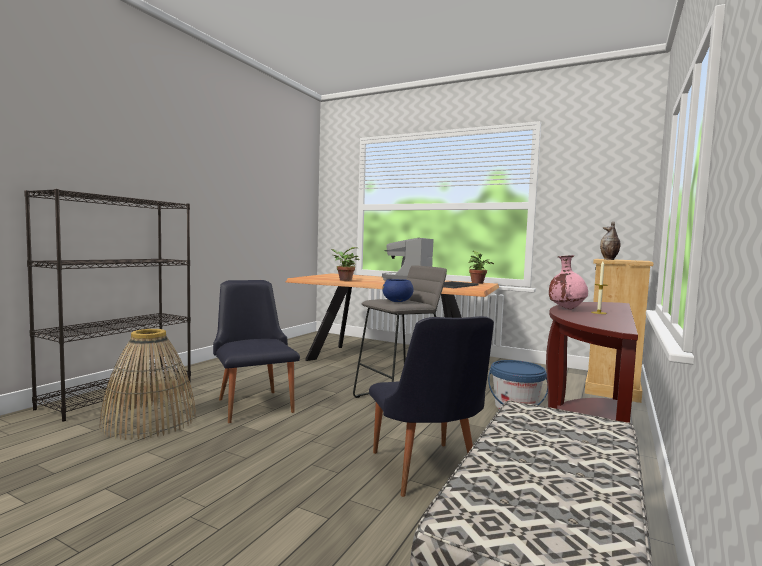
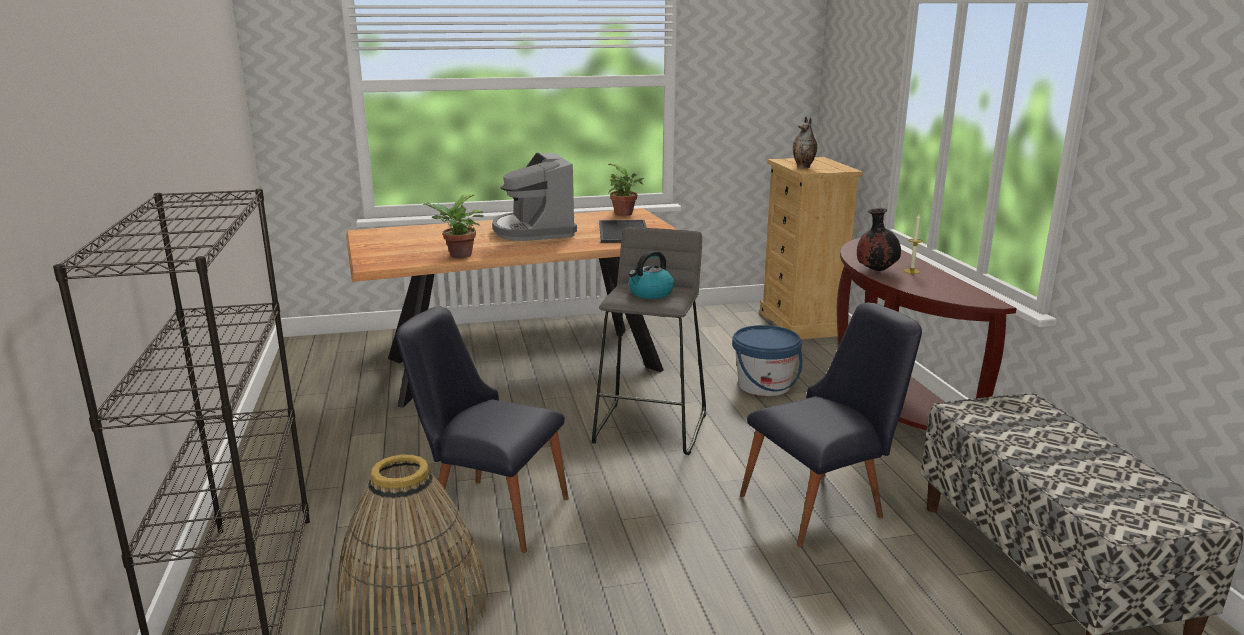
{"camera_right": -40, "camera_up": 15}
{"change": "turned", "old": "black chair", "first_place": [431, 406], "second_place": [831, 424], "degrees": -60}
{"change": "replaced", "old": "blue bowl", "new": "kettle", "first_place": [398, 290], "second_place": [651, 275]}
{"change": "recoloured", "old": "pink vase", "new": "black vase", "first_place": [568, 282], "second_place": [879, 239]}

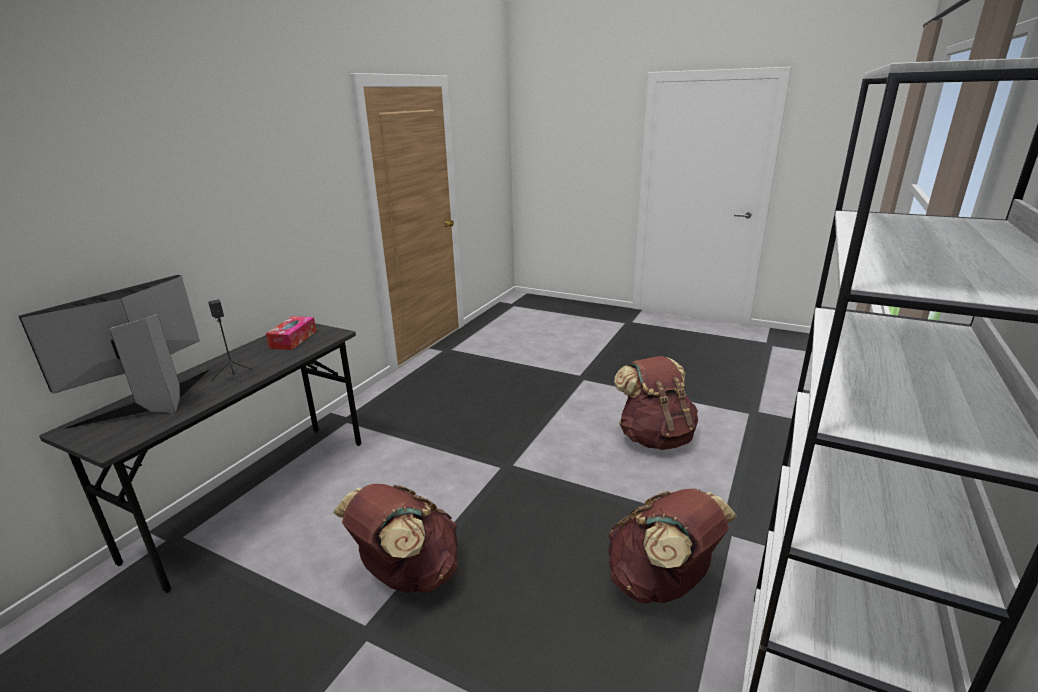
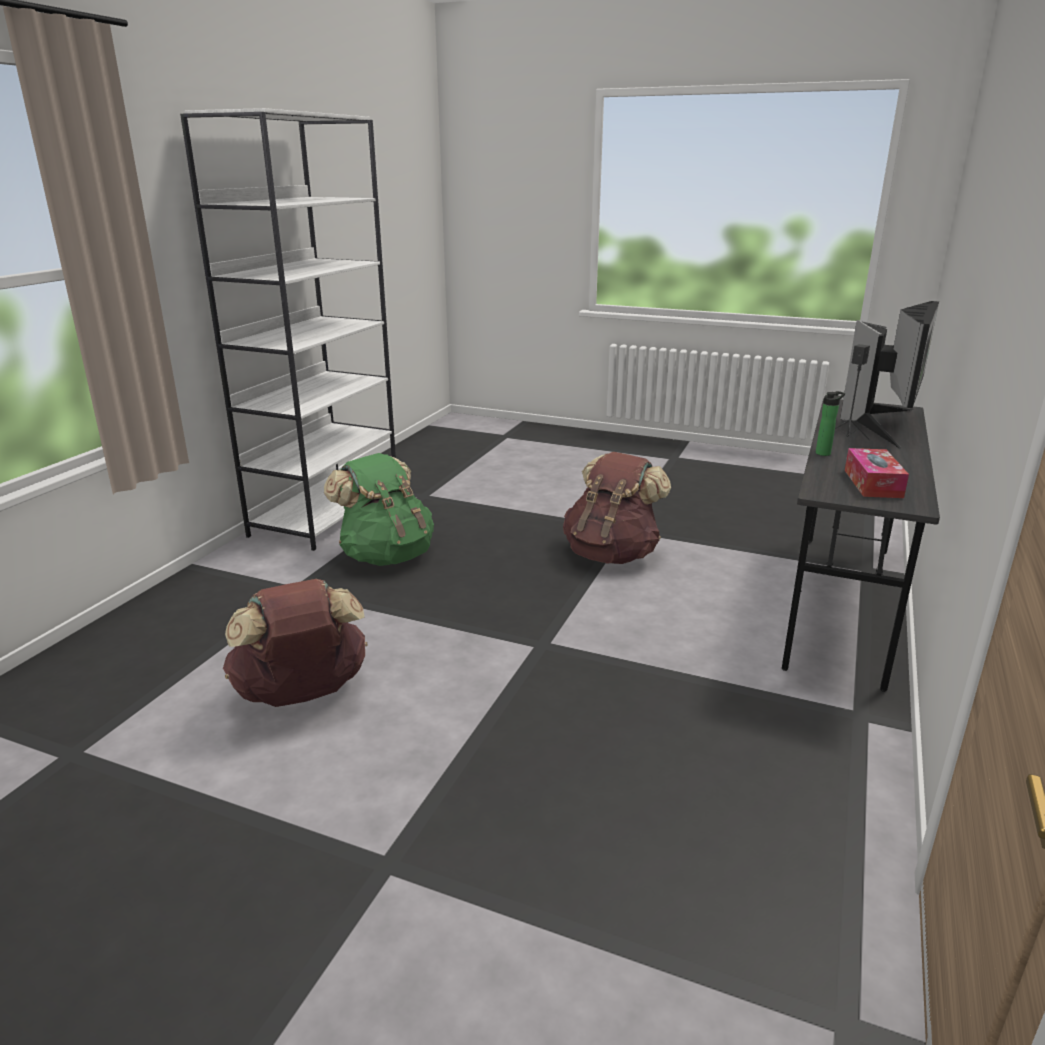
{"camera_right": 175, "camera_up": 0}
{"change": "recoloured", "old": "brown backpack", "new": "green backpack", "first_place": [672, 546], "second_place": [379, 509]}
{"change": "added", "new": "bottle", "second_place": [830, 423]}

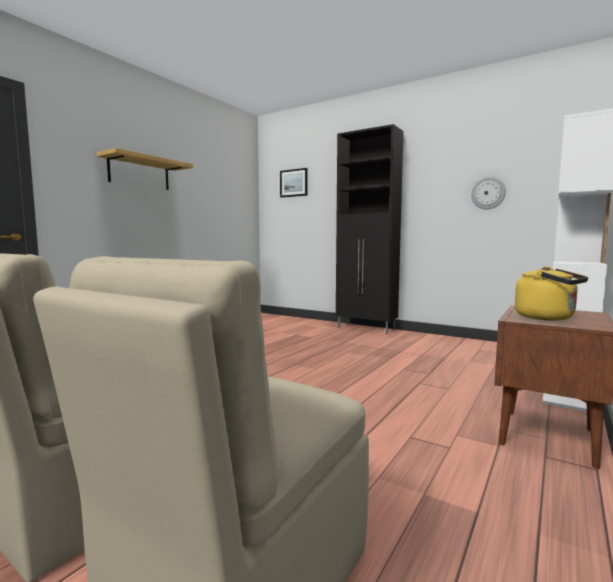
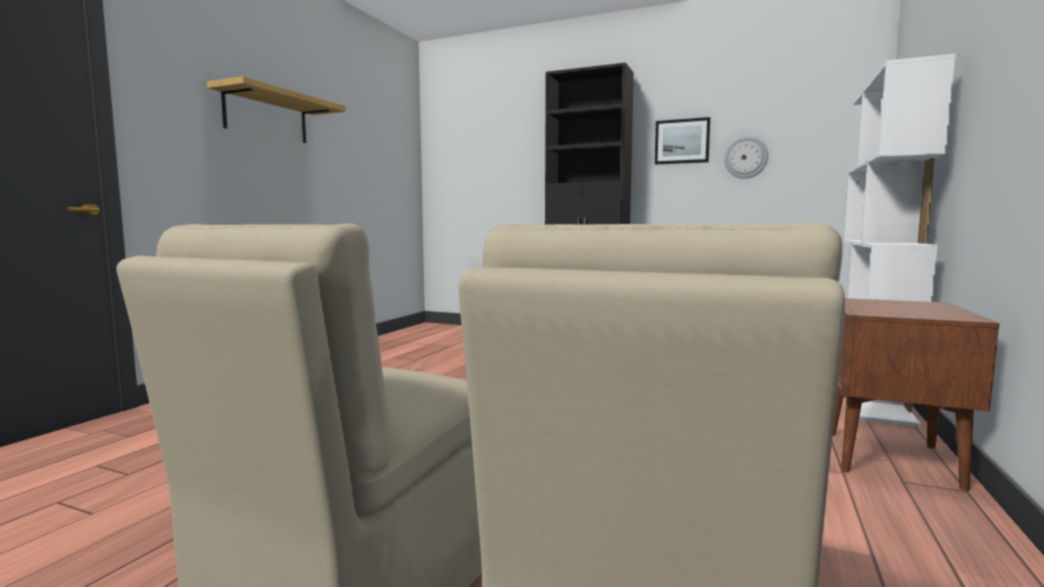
{"camera_right": -10, "camera_up": 0}
{"change": "moved", "old": "picture", "first_place": [294, 183], "second_place": [682, 140]}
{"change": "removed", "old": "yellow kettle", "first_place": [551, 293]}

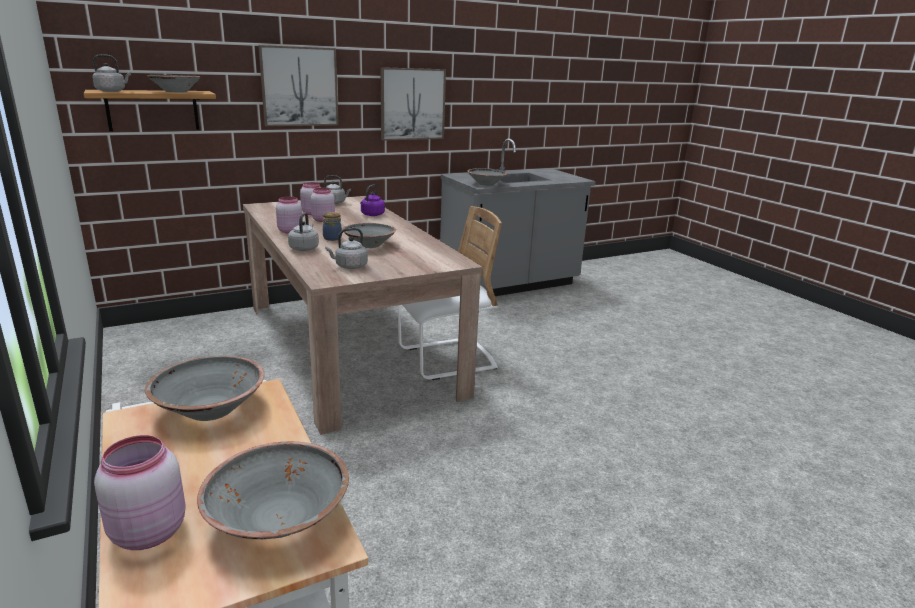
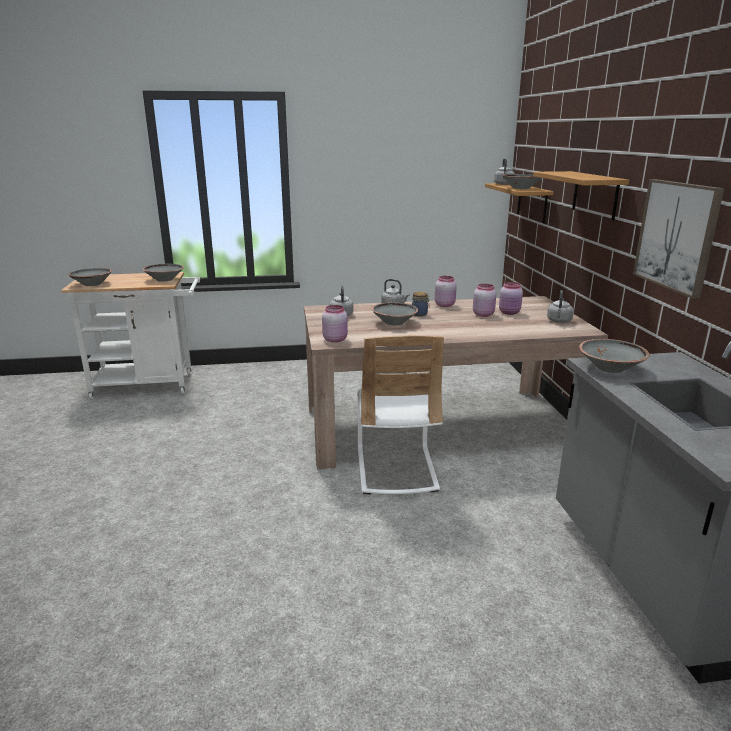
{"camera_right": 110, "camera_up": 0}
{"change": "moved", "old": "pink jar", "first_place": [140, 492], "second_place": [335, 324]}
{"change": "replaced", "old": "picture", "new": "shelf", "first_place": [298, 85], "second_place": [581, 196]}
{"change": "removed", "old": "purple kettle", "first_place": [372, 200]}

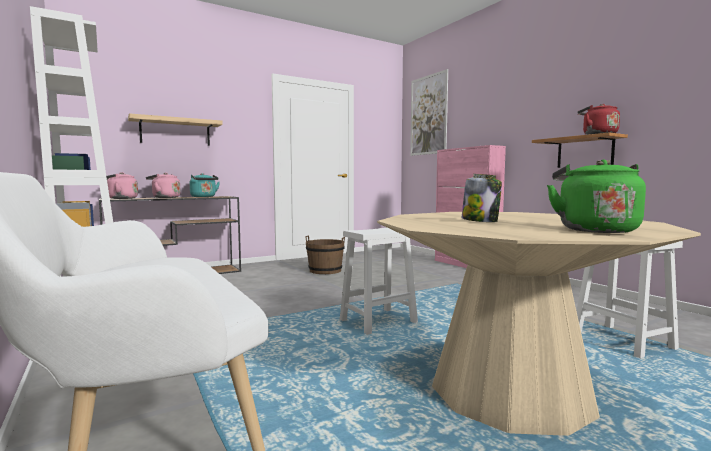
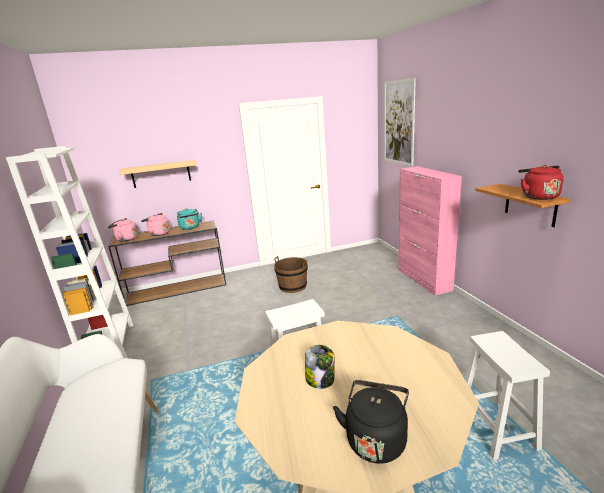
{"camera_right": 15, "camera_up": 15}
{"change": "recoloured", "old": "green kettle", "new": "black kettle", "first_place": [596, 196], "second_place": [371, 422]}

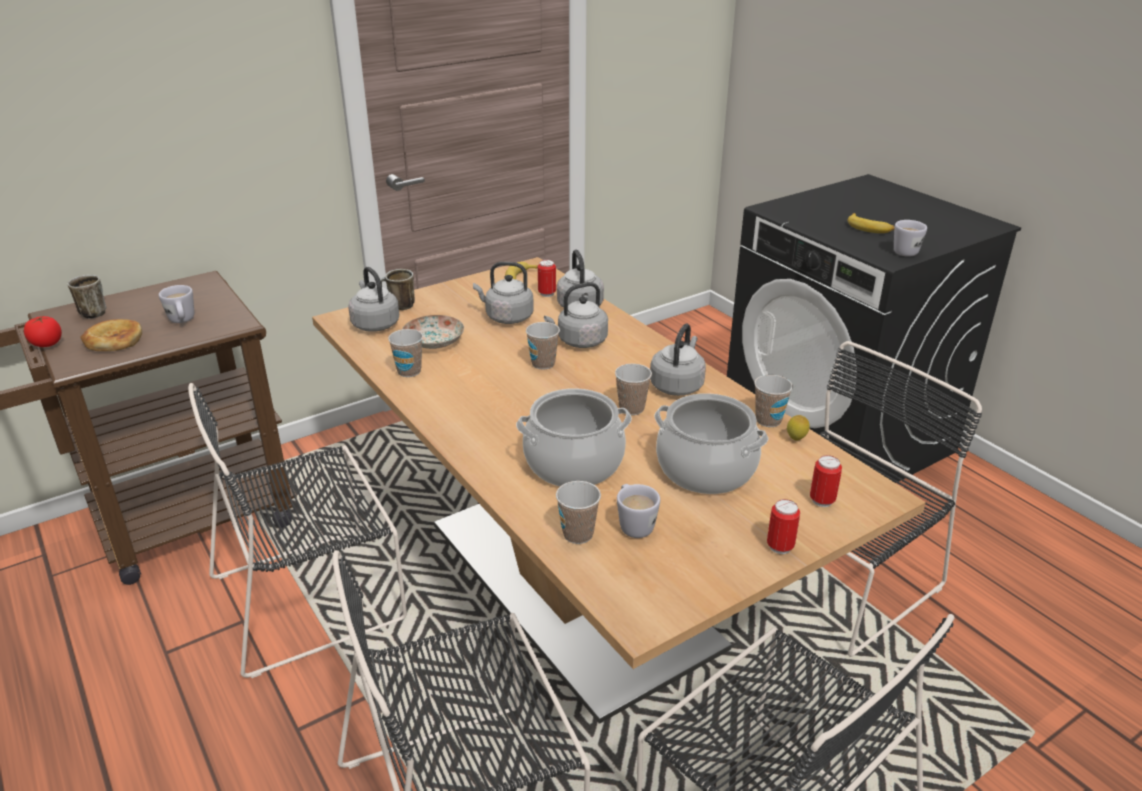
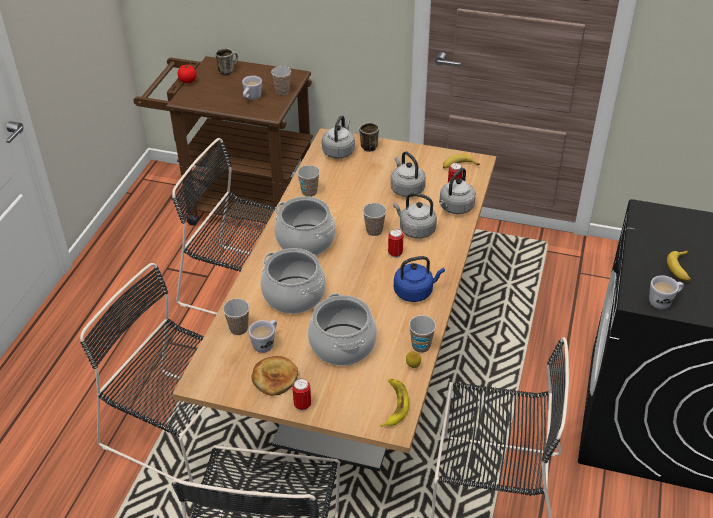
{"camera_right": 50, "camera_up": 10}
{"change": "moved", "old": "bread", "first_place": [111, 335], "second_place": [274, 376]}
{"change": "removed", "old": "plate", "first_place": [433, 332]}
{"change": "moved", "old": "cup", "first_place": [633, 389], "second_place": [281, 80]}
{"change": "recoloured", "old": "grey kettle", "new": "blue kettle", "first_place": [678, 360], "second_place": [419, 279]}
{"change": "moved", "old": "can", "first_place": [826, 481], "second_place": [395, 243]}
{"change": "added", "new": "cooking pot", "second_place": [305, 226]}
{"change": "added", "new": "banana", "second_place": [394, 402]}

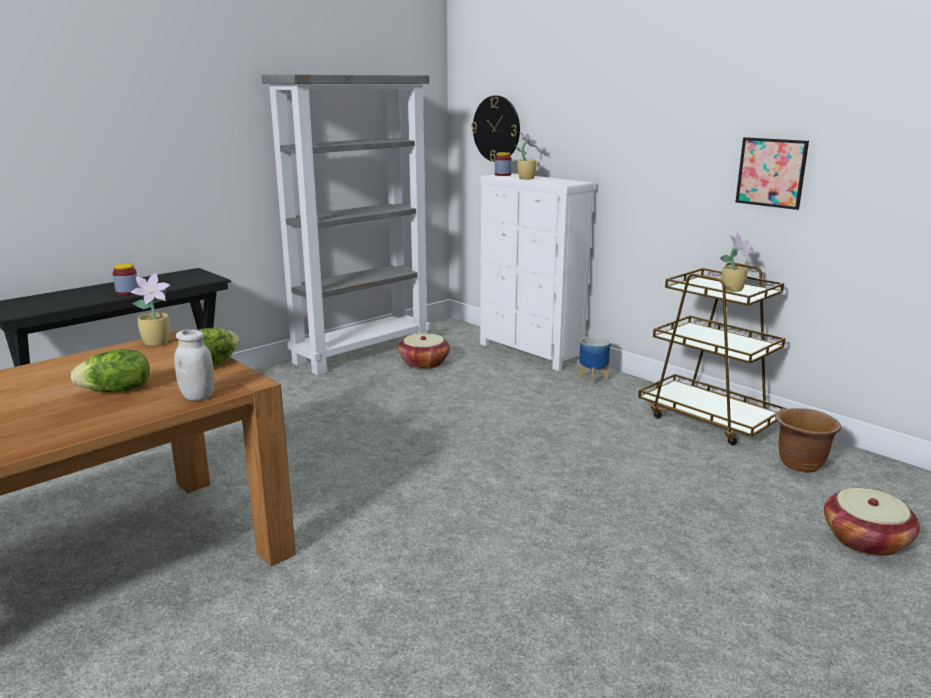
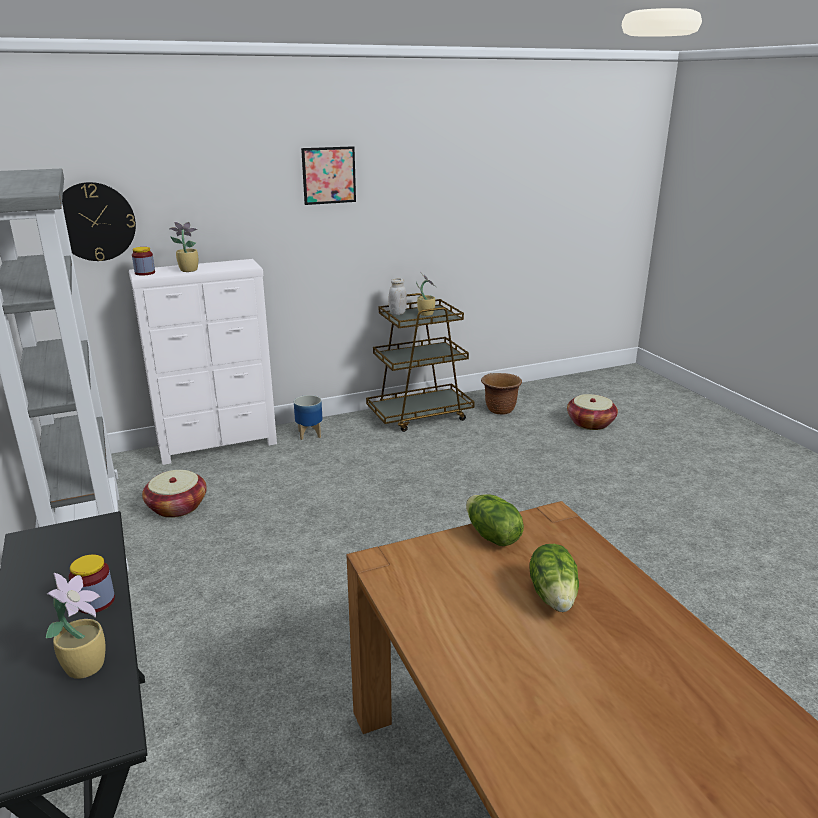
{"camera_right": -70, "camera_up": 5}
{"change": "moved", "old": "potted plant", "first_place": [150, 309], "second_place": [75, 626]}
{"change": "moved", "old": "white jar", "first_place": [194, 365], "second_place": [398, 296]}
{"change": "moved", "old": "picture", "first_place": [772, 173], "second_place": [328, 175]}

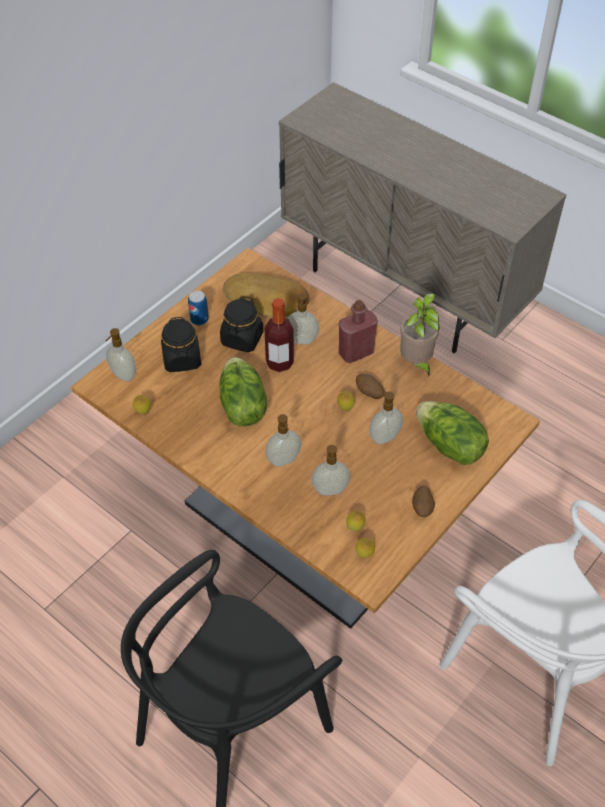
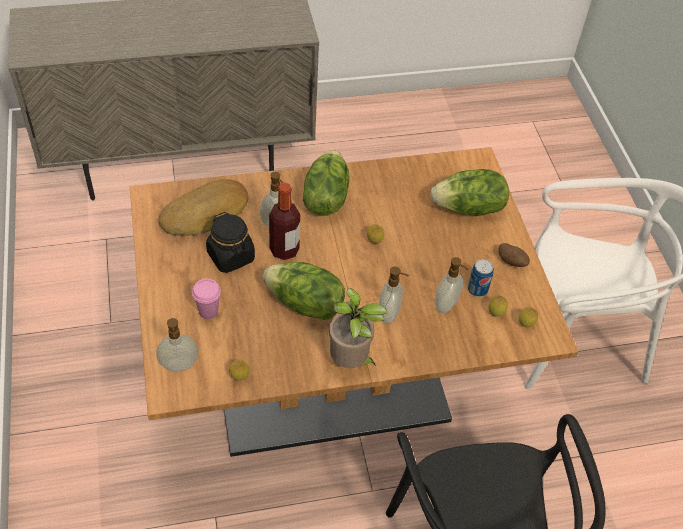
{"camera_right": -55, "camera_up": 0}
{"change": "replaced", "old": "black jar", "new": "pink cup", "first_place": [181, 344], "second_place": [206, 298]}
{"change": "moved", "old": "can", "first_place": [198, 308], "second_place": [481, 278]}
{"change": "replaced", "old": "red bottle", "new": "lettuce", "first_place": [358, 331], "second_place": [326, 183]}
{"change": "removed", "old": "potato", "first_place": [370, 386]}
{"change": "removed", "old": "soap dispenser", "first_place": [386, 416]}
{"change": "moved", "old": "potted plant", "first_place": [420, 334], "second_place": [358, 328]}

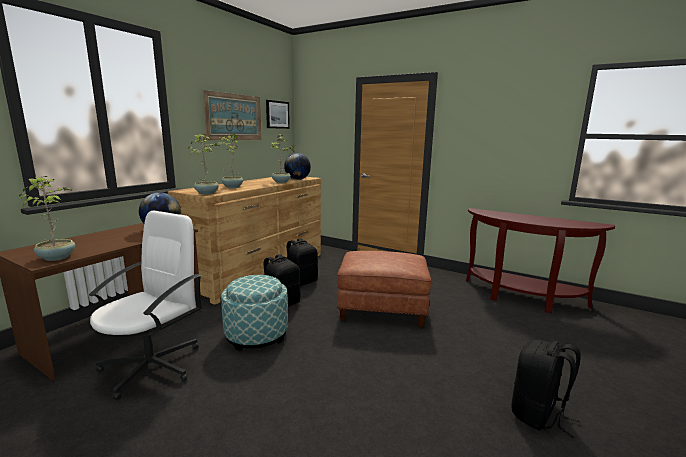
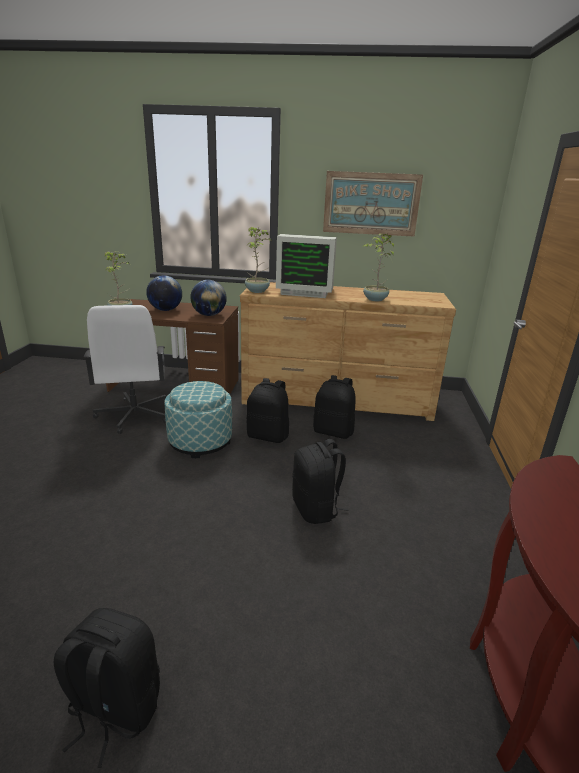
{"camera_right": 65, "camera_up": 10}
{"change": "turned", "old": "white office chair", "first_place": [145, 305], "second_place": [125, 369], "degrees": 75}
{"change": "replaced", "old": "potted plant", "new": "monitor", "first_place": [230, 161], "second_place": [306, 266]}
{"change": "removed", "old": "picture", "first_place": [278, 114]}
{"change": "moved", "old": "globe", "first_place": [297, 166], "second_place": [164, 293]}
{"change": "replaced", "old": "brown ottoman", "new": "black backpack", "first_place": [384, 289], "second_place": [320, 481]}

